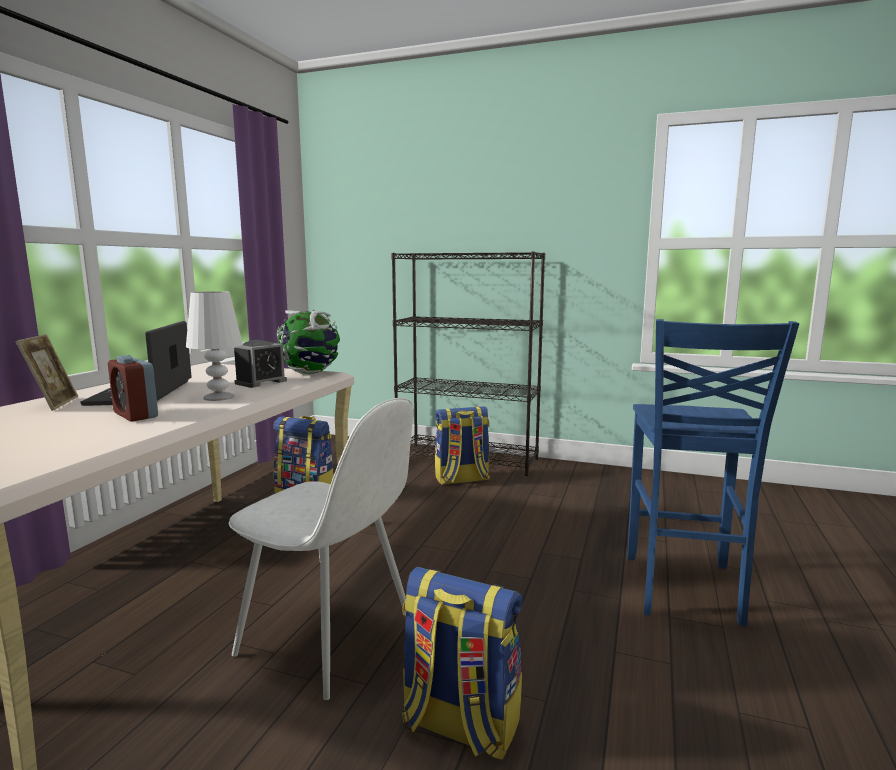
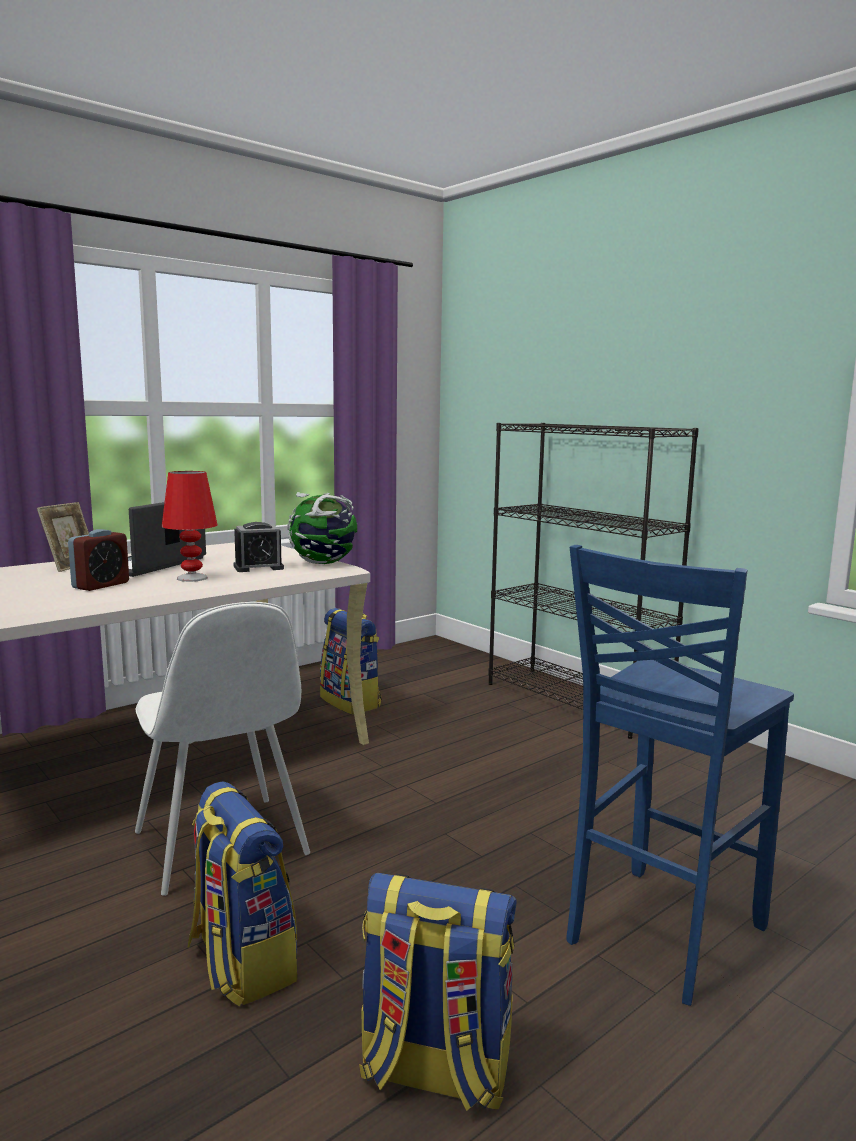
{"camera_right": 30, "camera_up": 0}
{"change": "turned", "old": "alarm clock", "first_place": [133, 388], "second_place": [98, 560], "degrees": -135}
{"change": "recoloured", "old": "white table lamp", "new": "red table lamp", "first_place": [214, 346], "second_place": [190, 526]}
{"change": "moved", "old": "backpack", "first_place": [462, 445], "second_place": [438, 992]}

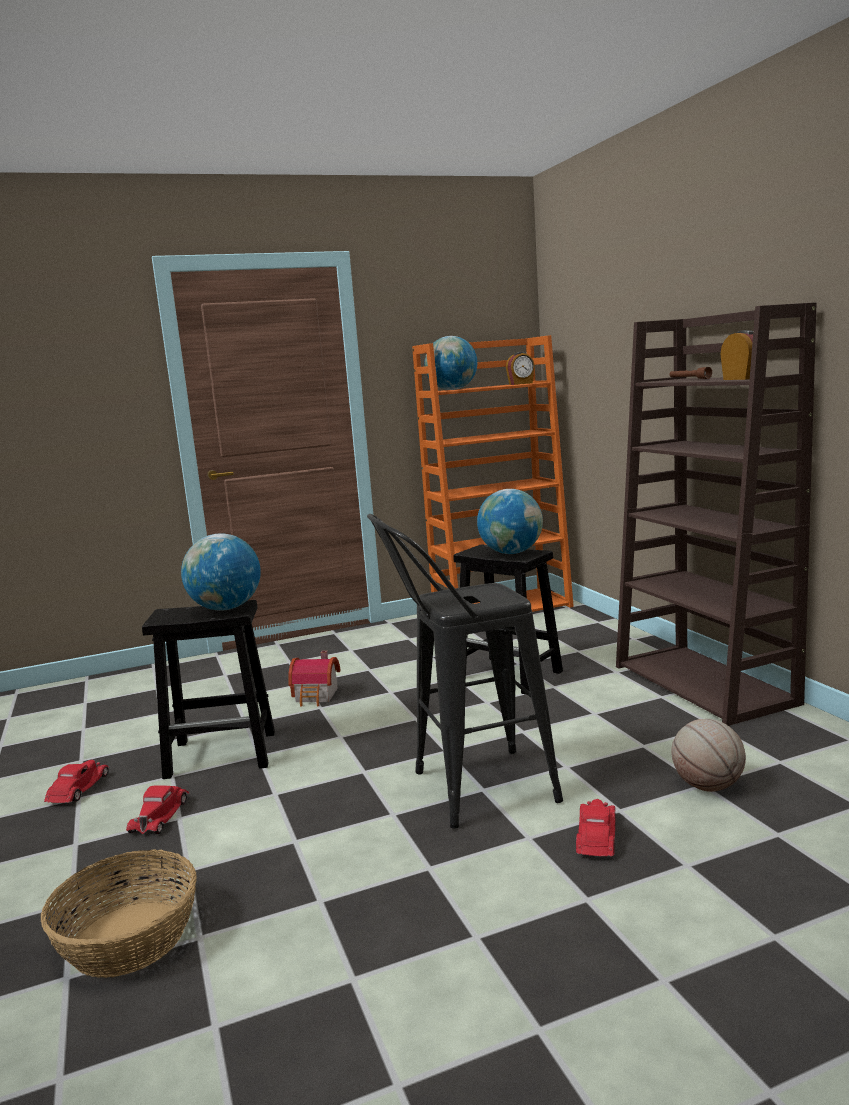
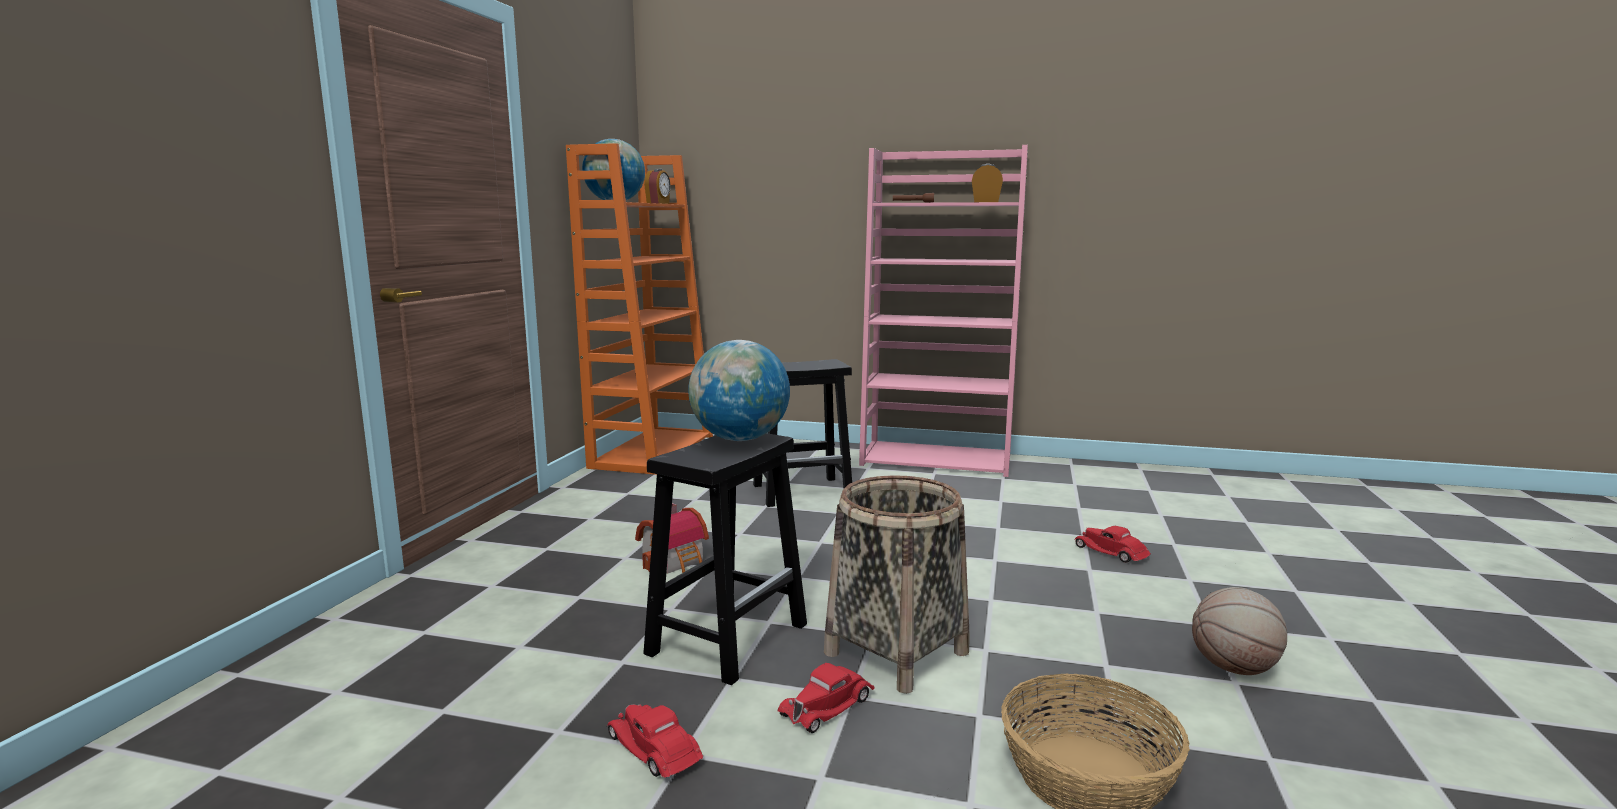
{"camera_right": -55, "camera_up": 0}
{"change": "turned", "old": "red toy car", "first_place": [157, 809], "second_place": [825, 698], "degrees": 90}
{"change": "removed", "old": "black stool", "first_place": [465, 671]}
{"change": "removed", "old": "globe", "first_place": [510, 521]}
{"change": "recoloured", "old": "brown bookcase", "new": "pink bookcase", "first_place": [716, 514], "second_place": [943, 311]}
{"change": "moved", "old": "basketball", "first_place": [708, 755], "second_place": [1239, 631]}
{"change": "added", "new": "basket", "second_place": [896, 584]}

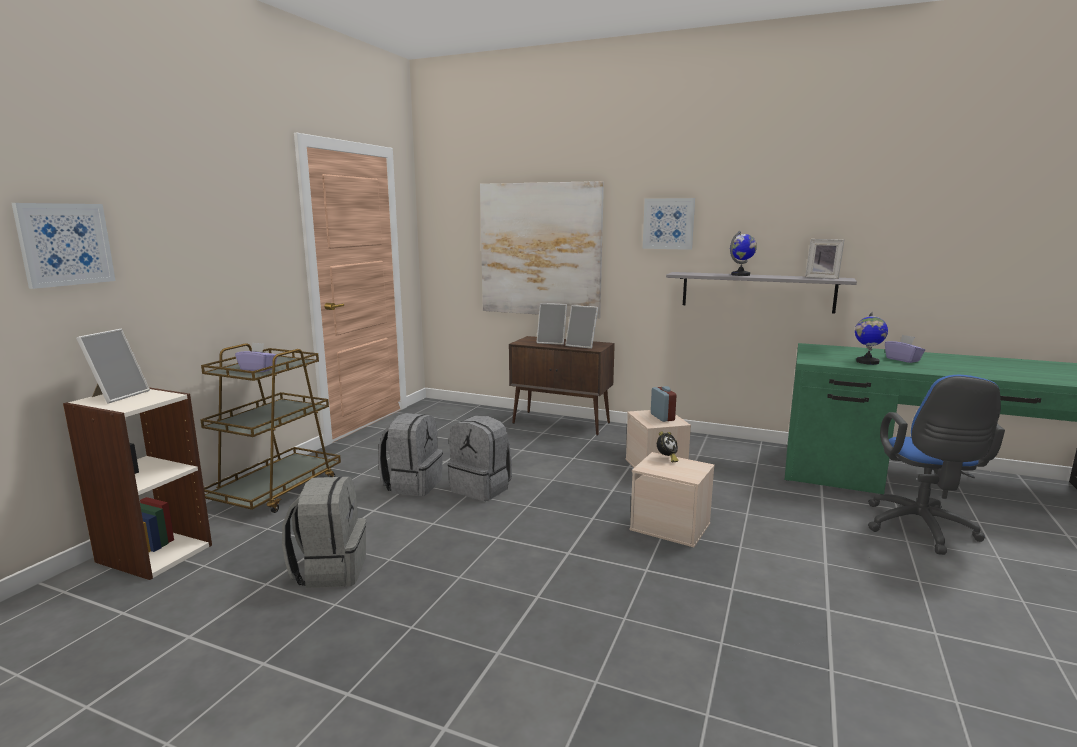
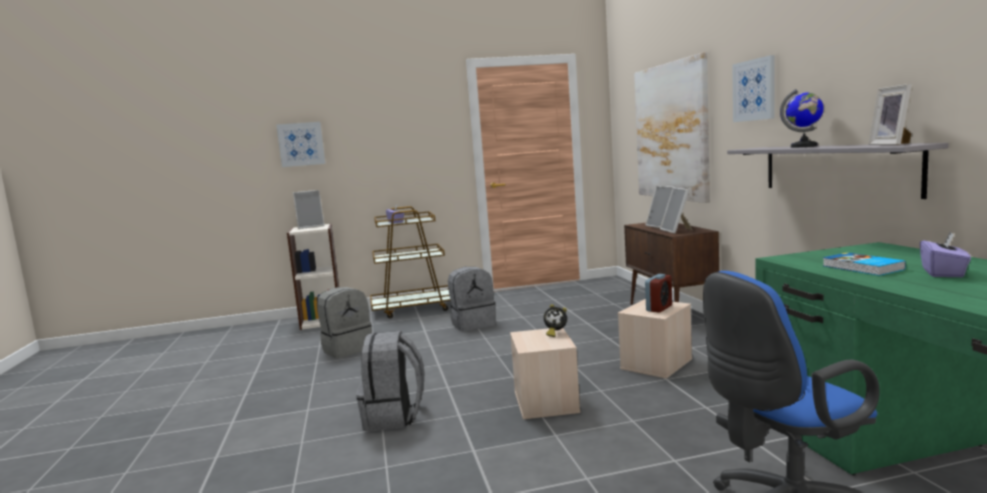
{"camera_right": 55, "camera_up": -5}
{"change": "moved", "old": "grey backpack", "first_place": [480, 458], "second_place": [390, 381]}
{"change": "replaced", "old": "globe", "new": "book", "first_place": [871, 338], "second_place": [864, 264]}

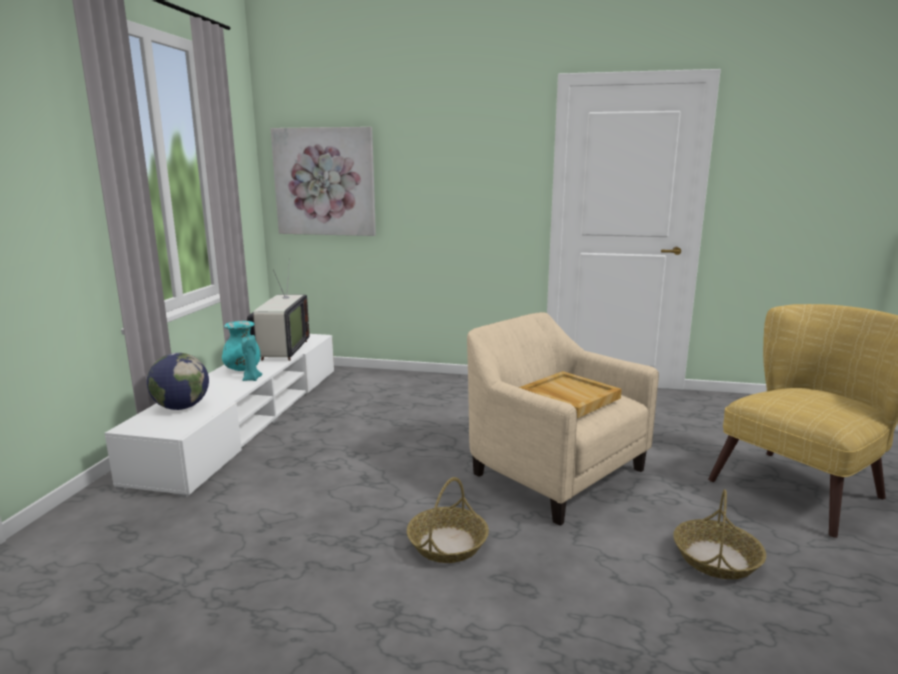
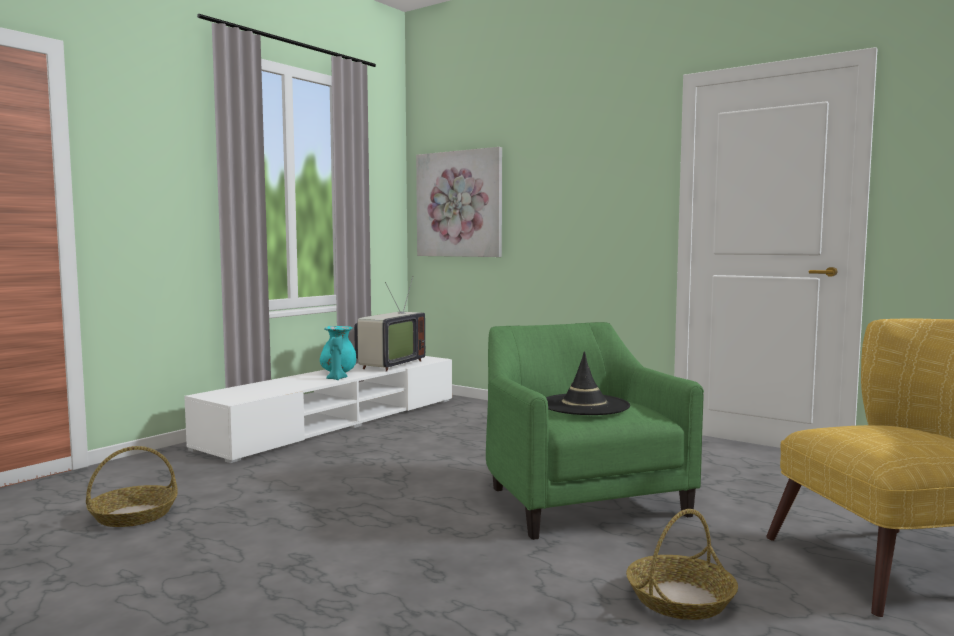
{"camera_right": 25, "camera_up": -10}
{"change": "removed", "old": "globe", "first_place": [178, 381]}
{"change": "moved", "old": "basket", "first_place": [448, 520], "second_place": [132, 486]}
{"change": "recoloured", "old": "beige armchair", "new": "green armchair", "first_place": [563, 419], "second_place": [595, 431]}
{"change": "replaced", "old": "beige tray", "new": "black hat", "first_place": [570, 394], "second_place": [588, 383]}

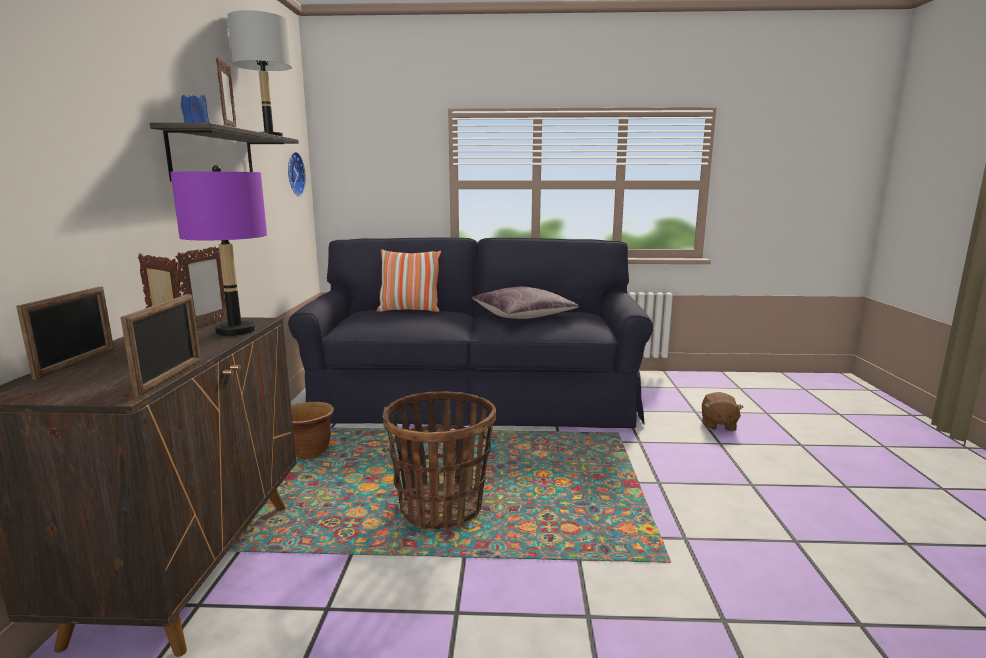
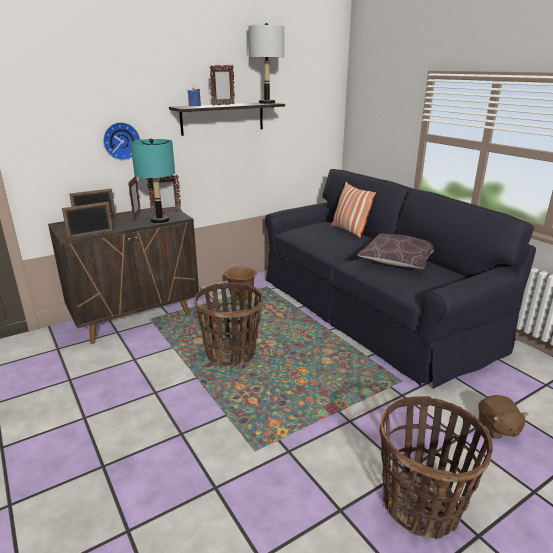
{"camera_right": 55, "camera_up": 10}
{"change": "recoloured", "old": "purple table lamp", "new": "turquoise table lamp", "first_place": [218, 250], "second_place": [153, 180]}
{"change": "moved", "old": "wall clock", "first_place": [297, 174], "second_place": [121, 141]}
{"change": "turned", "old": "brown plush toy", "first_place": [722, 411], "second_place": [504, 417], "degrees": -75}
{"change": "added", "new": "basket", "second_place": [436, 467]}

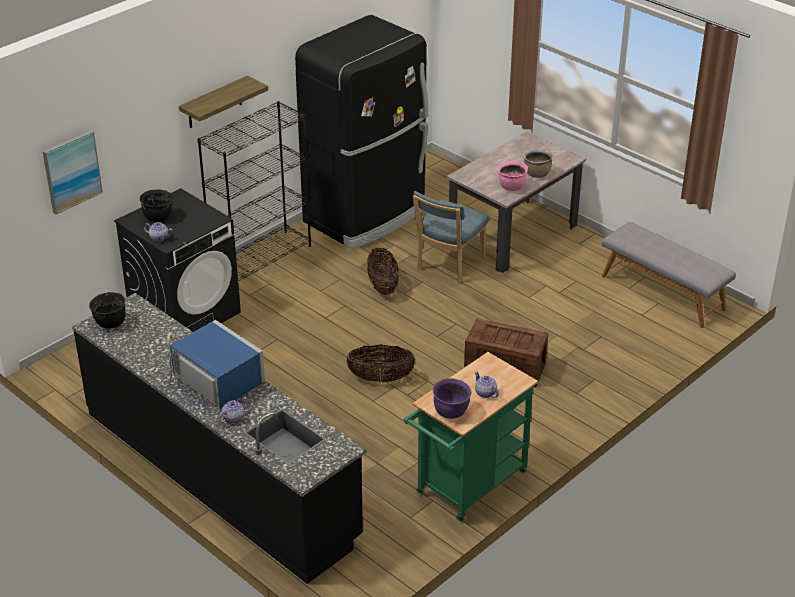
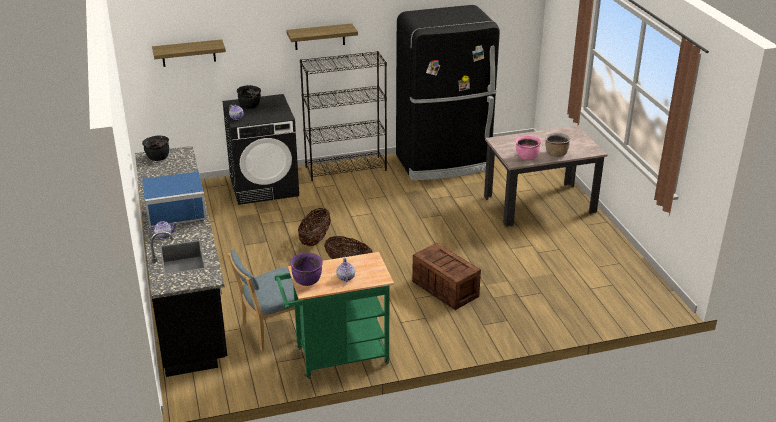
{"camera_right": 30, "camera_up": -5}
{"change": "replaced", "old": "picture", "new": "shelf", "first_place": [72, 172], "second_place": [189, 53]}
{"change": "turned", "old": "blue microwave", "first_place": [217, 366], "second_place": [174, 199], "degrees": 90}
{"change": "moved", "old": "basket", "first_place": [383, 271], "second_place": [314, 227]}
{"change": "moved", "old": "blue chair", "first_place": [450, 237], "second_place": [261, 300]}
{"change": "removed", "old": "grey bench", "first_place": [668, 275]}

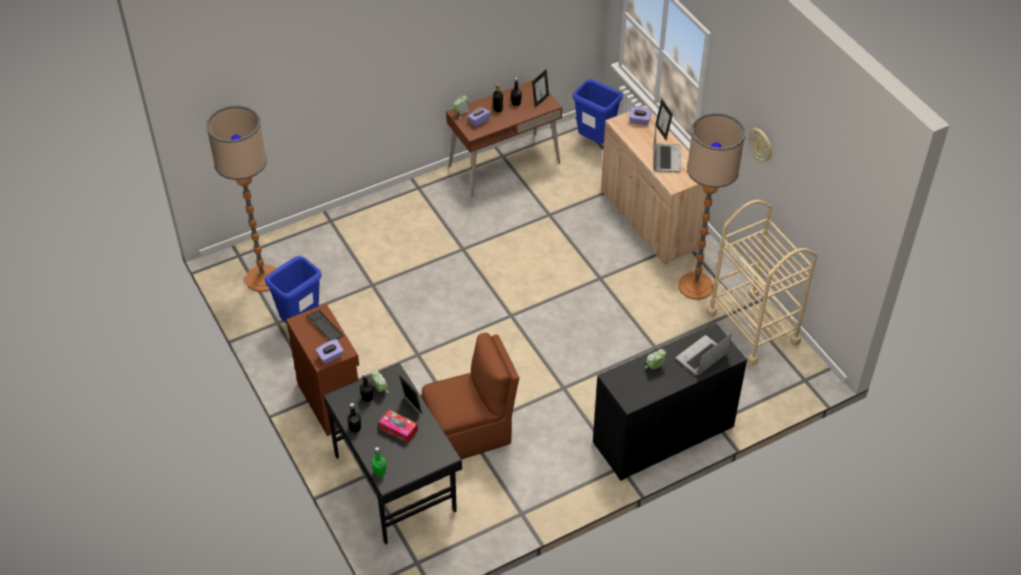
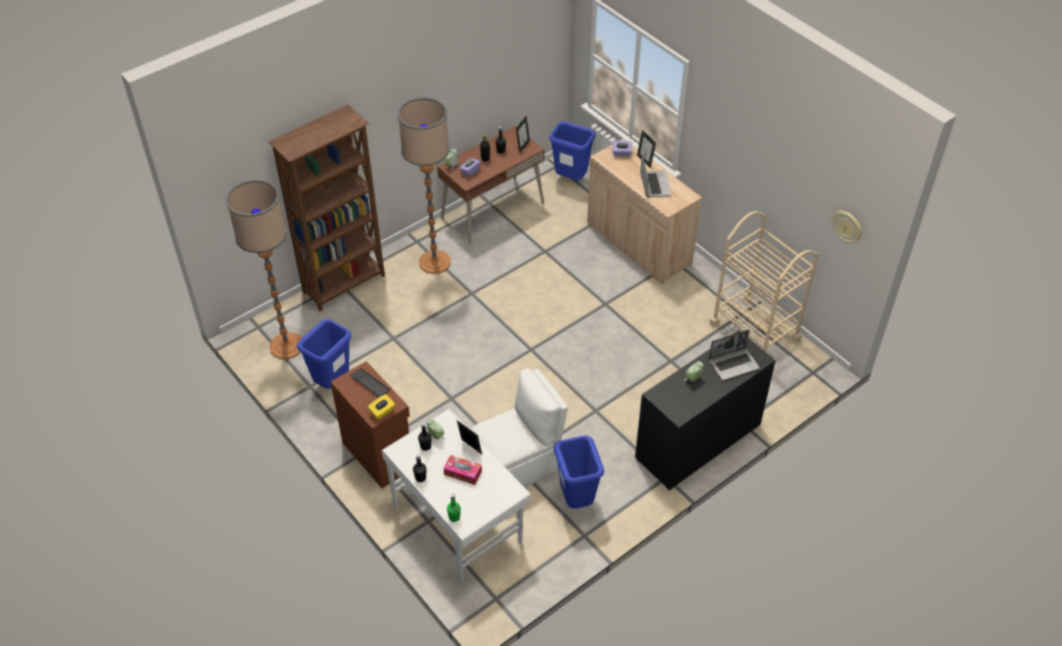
{"camera_right": -10, "camera_up": 0}
{"change": "recoloured", "old": "purple tissue box", "new": "yellow tissue box", "first_place": [329, 351], "second_place": [381, 407]}
{"change": "recoloured", "old": "black desk", "new": "white desk", "first_place": [392, 453], "second_place": [456, 497]}
{"change": "recoloured", "old": "brown chair", "new": "white chair", "first_place": [470, 396], "second_place": [519, 428]}
{"change": "turned", "old": "laptop", "first_place": [704, 355], "second_place": [734, 354], "degrees": -150}
{"change": "moved", "old": "floor lamp", "first_place": [712, 206], "second_place": [424, 185]}
{"change": "moved", "old": "wall clock", "first_place": [760, 145], "second_place": [847, 226]}
{"change": "added", "new": "brown bookcase", "second_place": [327, 208]}
{"change": "added", "new": "blue trash can", "second_place": [579, 472]}

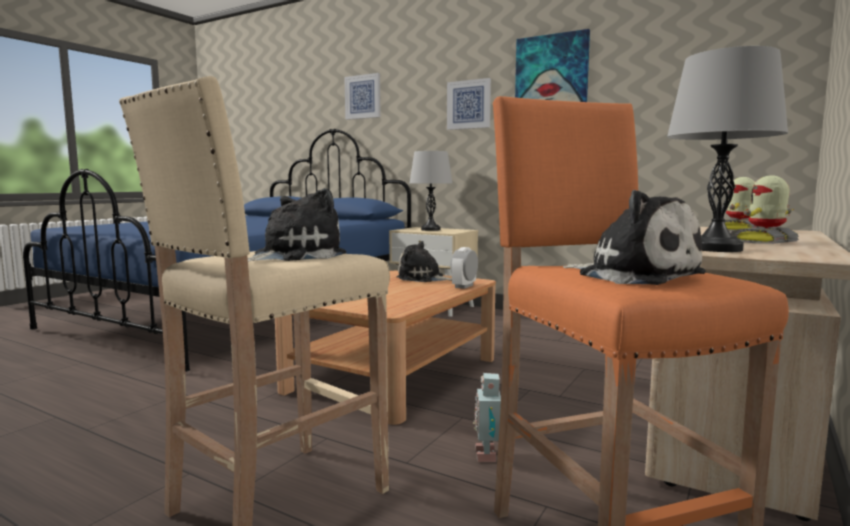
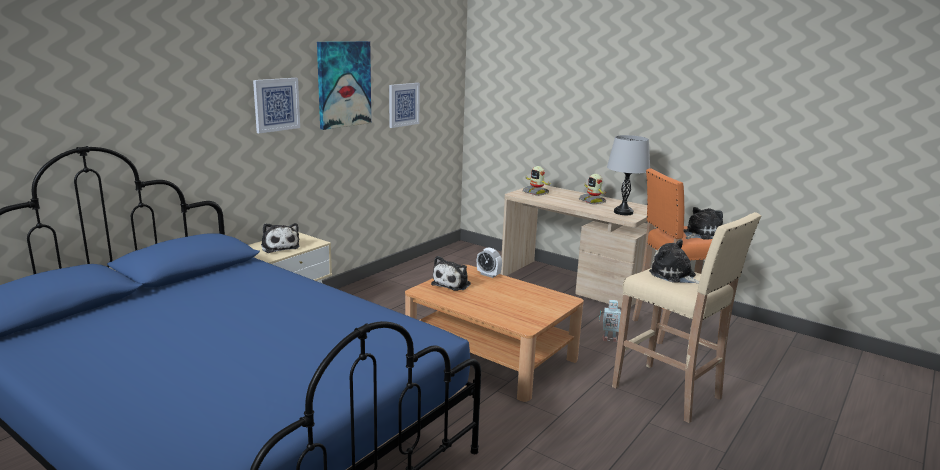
{"camera_right": -85, "camera_up": 10}
{"change": "moved", "old": "picture", "first_place": [363, 96], "second_place": [404, 105]}
{"change": "replaced", "old": "grey table lamp", "new": "plush toy", "first_place": [431, 191], "second_place": [280, 238]}

